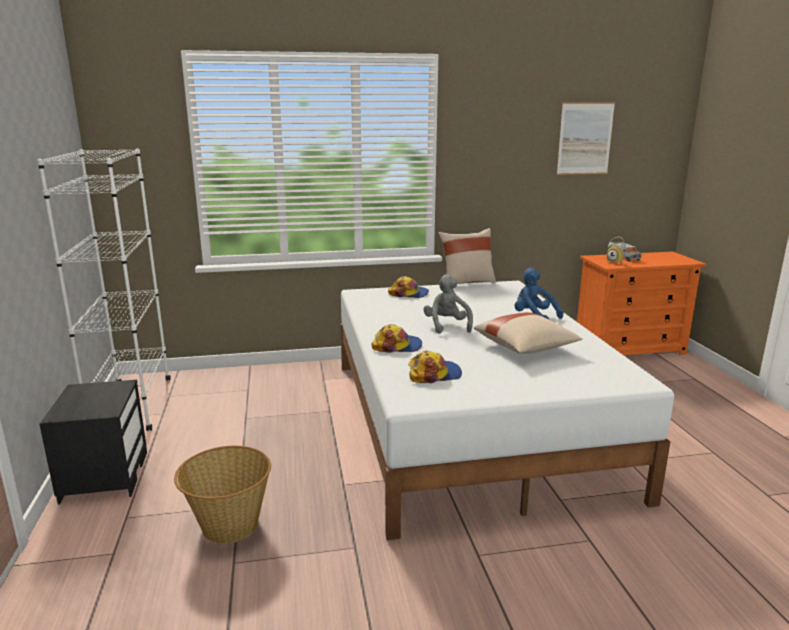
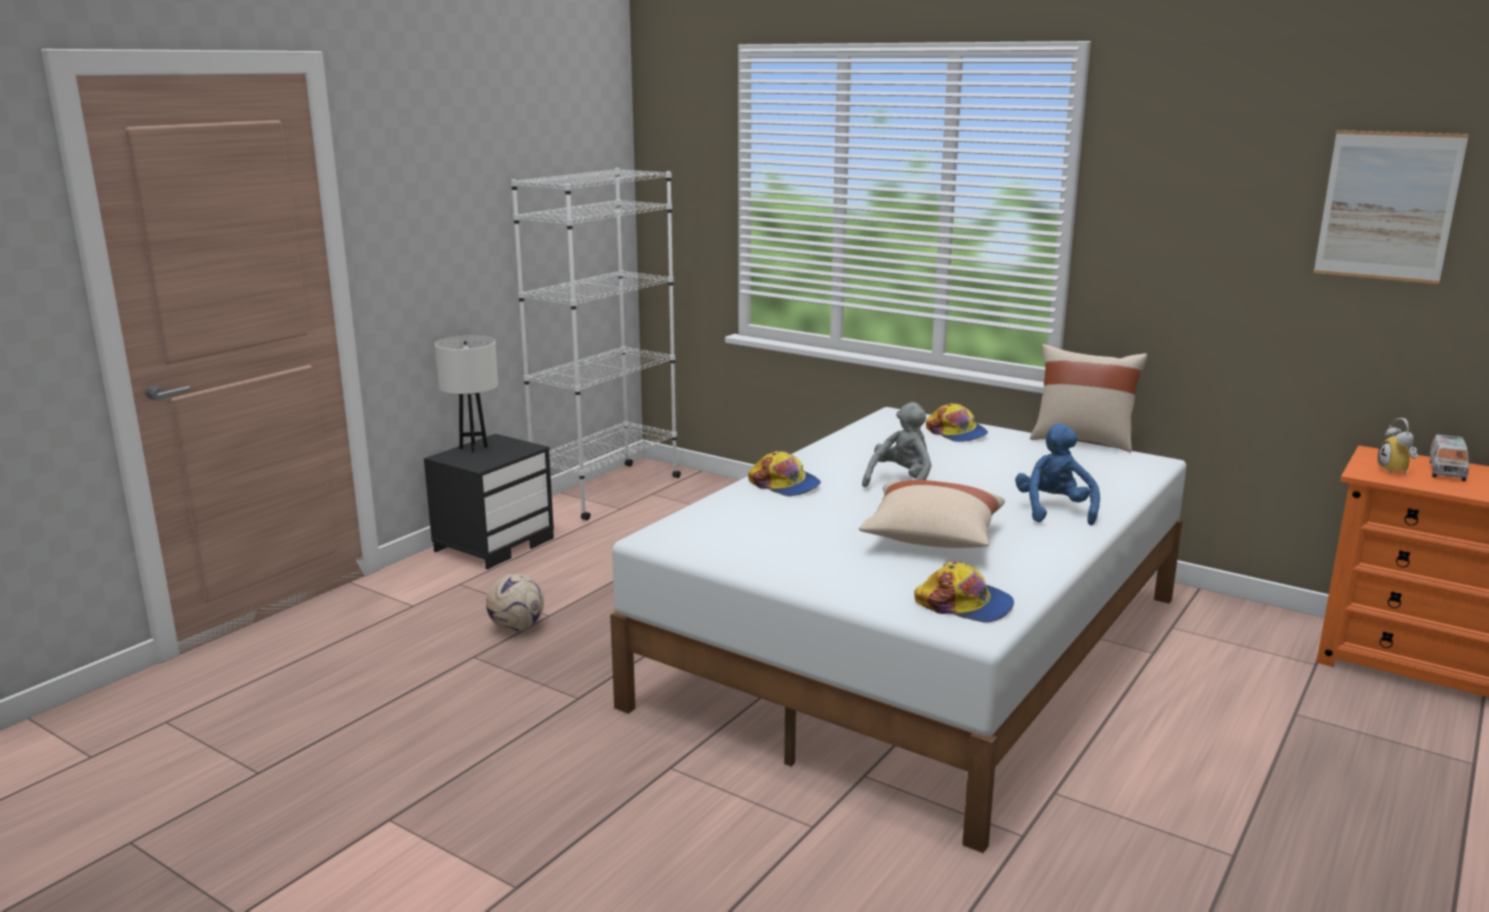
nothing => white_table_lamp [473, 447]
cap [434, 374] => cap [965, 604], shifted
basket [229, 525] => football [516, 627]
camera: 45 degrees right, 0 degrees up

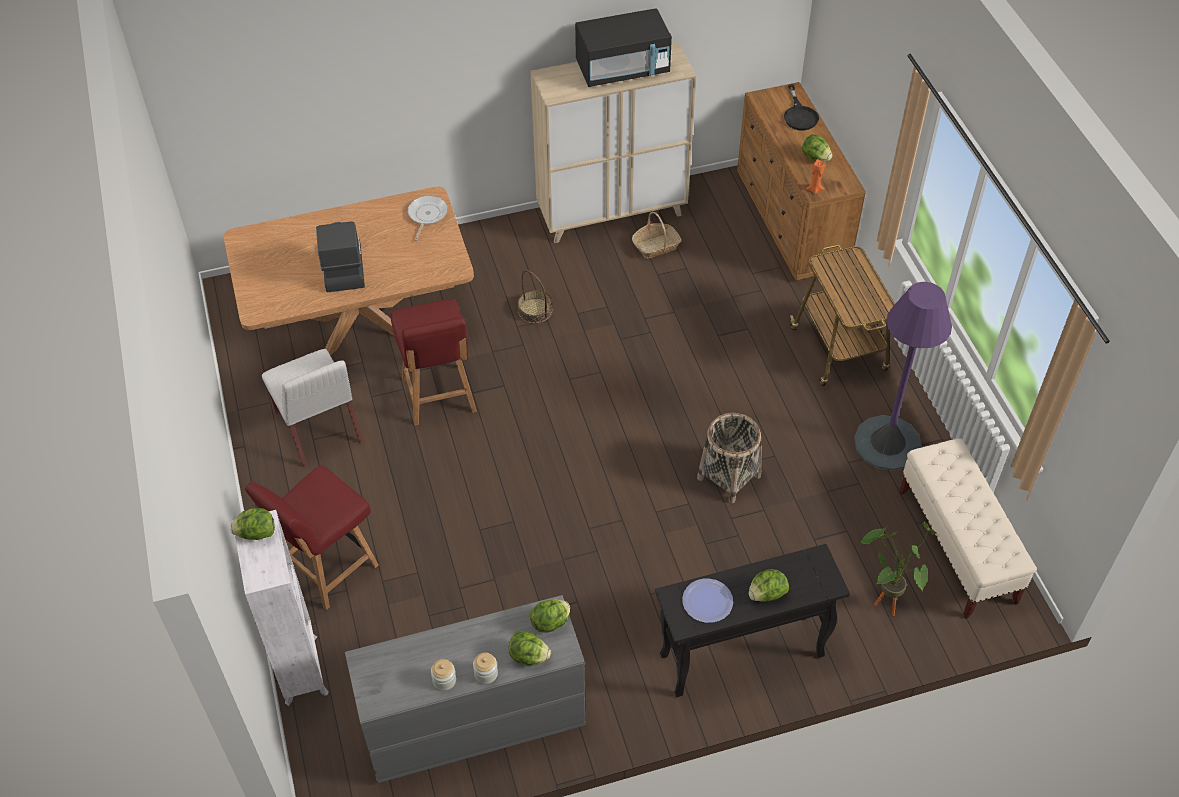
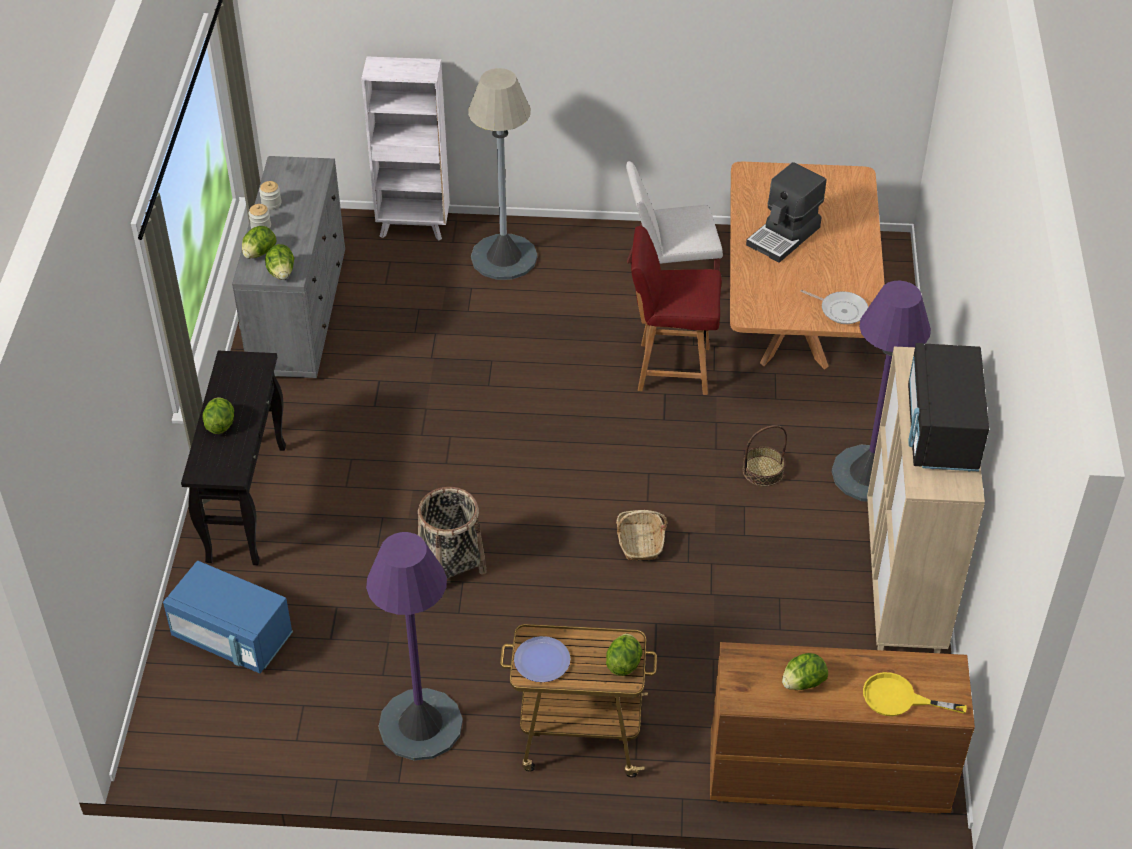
orange_candle [814, 189] => nothing
beige_bench [957, 547] => nothing
nothing => purple_floor_lamp [869, 474]
lettuce [256, 533] => lettuce [624, 663], shifted
basket [656, 246] => basket [640, 542], shifted
plate [707, 601] => plate [542, 660], shifted
red_chair [327, 569] => grey_floor_lamp [504, 257]
potted_plant [885, 600] => blue_microwave [233, 637]
black_frying_pan [799, 115] => yellow_frying_pan [898, 699]
coffee_machine [342, 267] => coffee_machine [784, 236], 120 degrees clockwise
camera: 110 degrees right, 5 degrees down

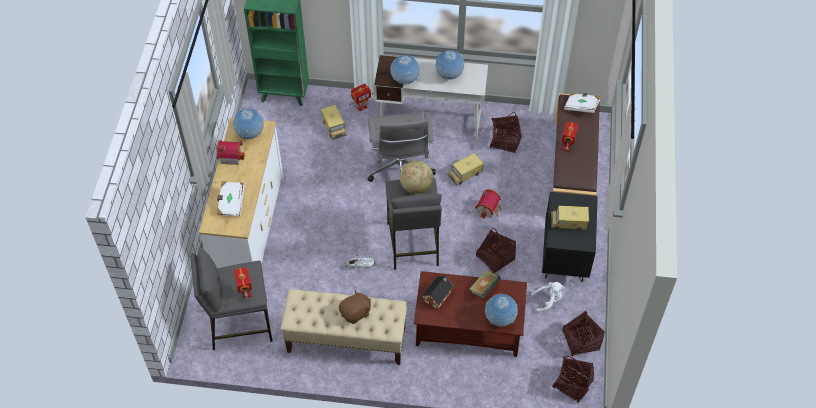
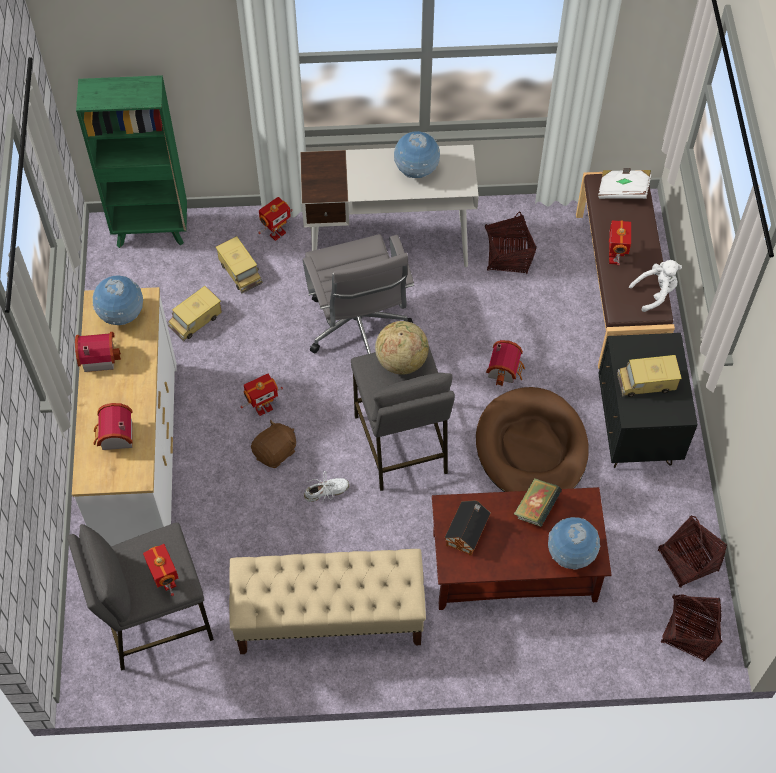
globe [405, 80] => nothing
nothing => toy_robot [263, 408]
brown_plush_toy [355, 313] => brown_plush_toy [275, 452], shifted
toy_truck [465, 174] => toy_truck [195, 320], shifted
white_plush_toy [548, 301] => white_plush_toy [655, 292], shifted
white_book [231, 203] => toy_house [114, 437]
basket [495, 258] => brown_dog_bed [531, 448]
camera: 10 degrees left, 5 degrees up

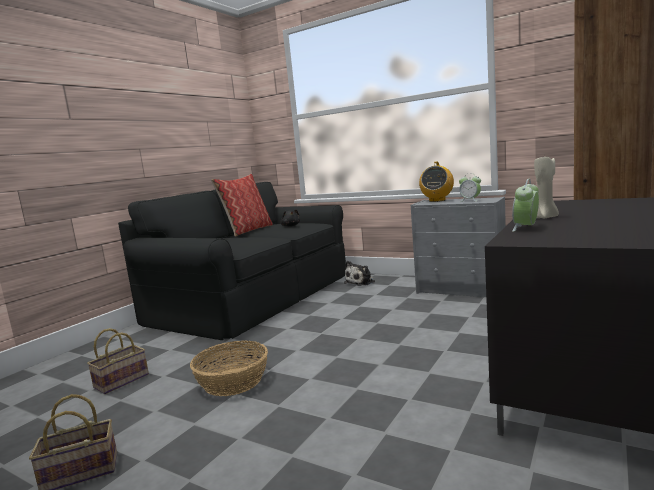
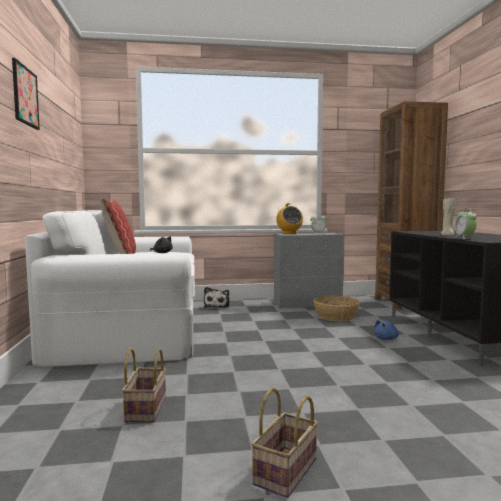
nothing => picture [25, 96]
nothing => blue_plush_toy [386, 339]
basket [233, 381] => basket [335, 316], shifted
black_sofa [255, 297] => white_sofa [133, 326]
camera: 40 degrees left, 5 degrees down

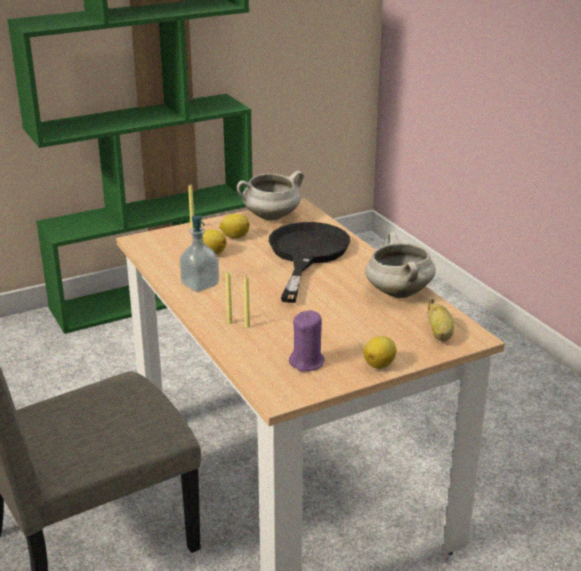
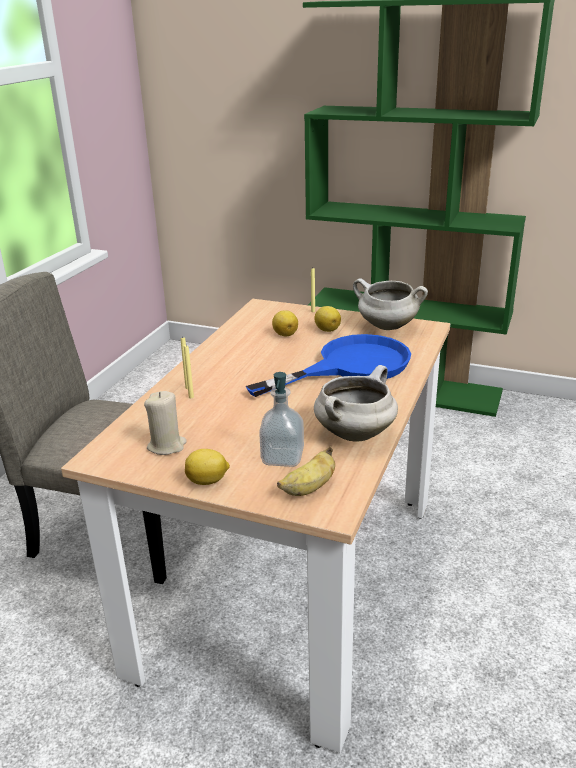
soap_dispenser [200, 284] => soap_dispenser [282, 457], shifted
black_frying_pan [306, 254] => blue_frying_pan [350, 366]
purple_candle [307, 362] => beige_candle [167, 446]
camera: 50 degrees right, 0 degrees up

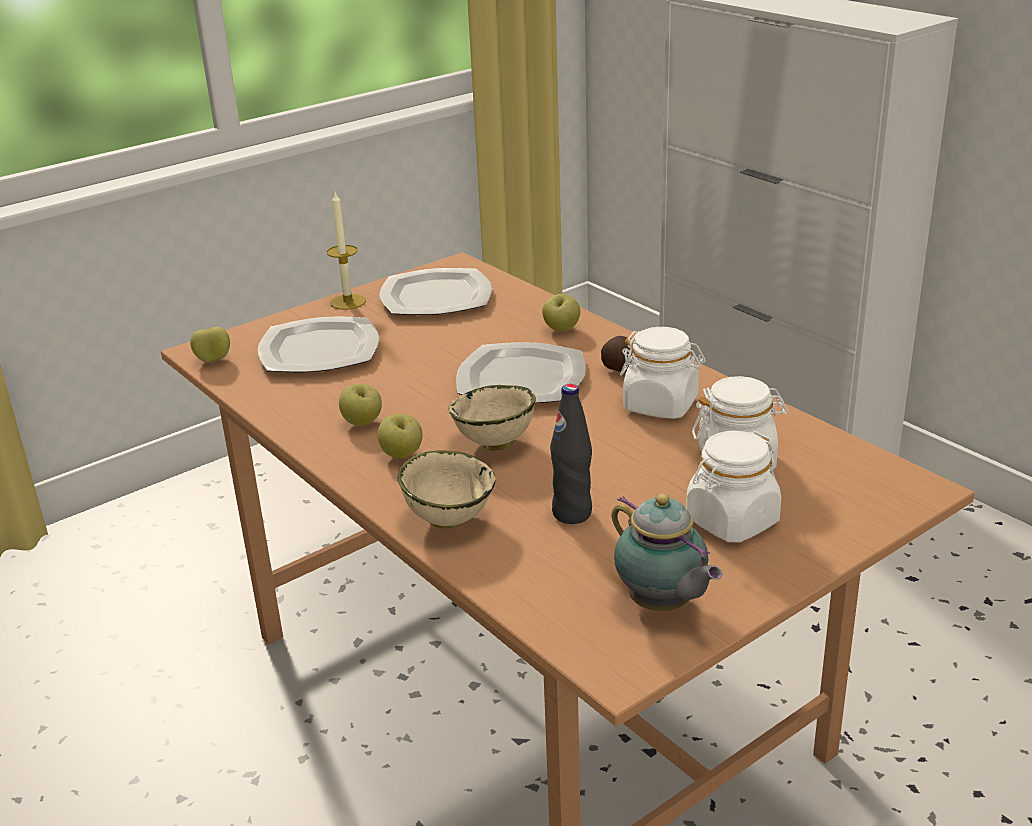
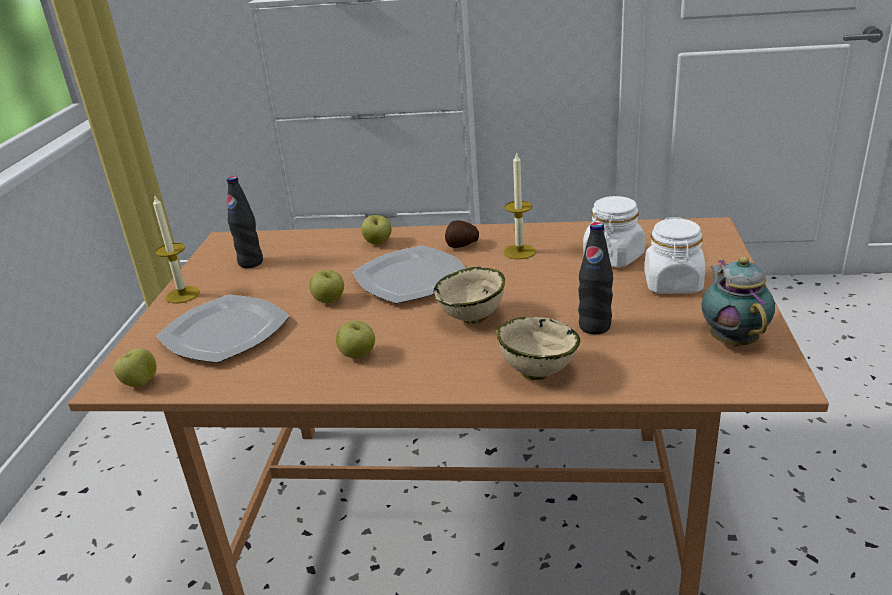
apple [402, 455] => apple [329, 301], shifted
plate [437, 297] => black_bottle [251, 263]
white_jar [661, 405] => candle [519, 252]
teapot [662, 605] => teapot [732, 339], 105 degrees counterclockwise
camera: 45 degrees left, 0 degrees up

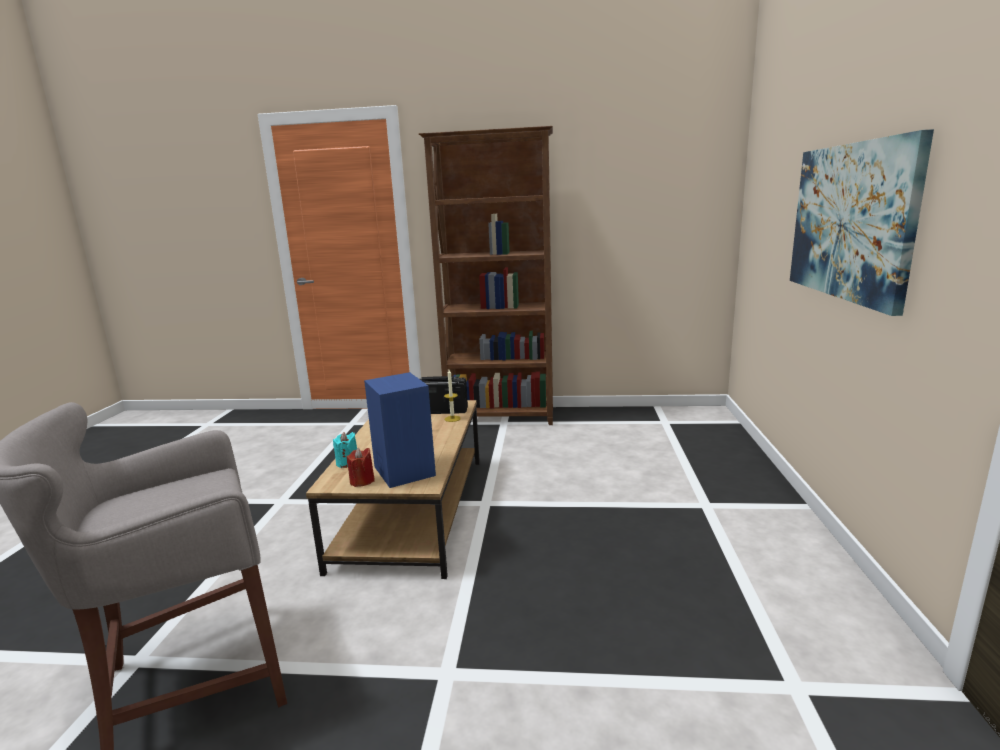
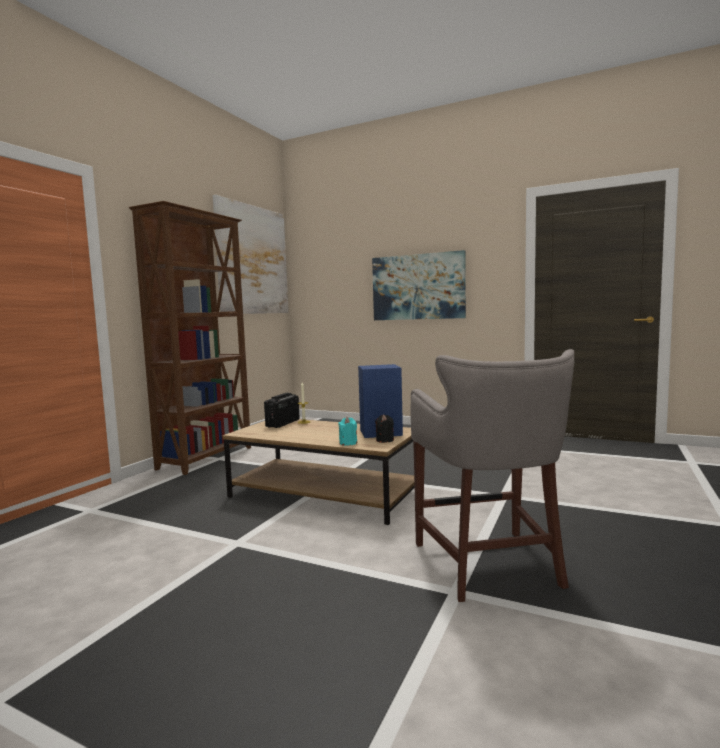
nothing => picture [253, 260]
red_candle [362, 481] => black_candle [385, 440]
camera: 70 degrees left, 10 degrees down

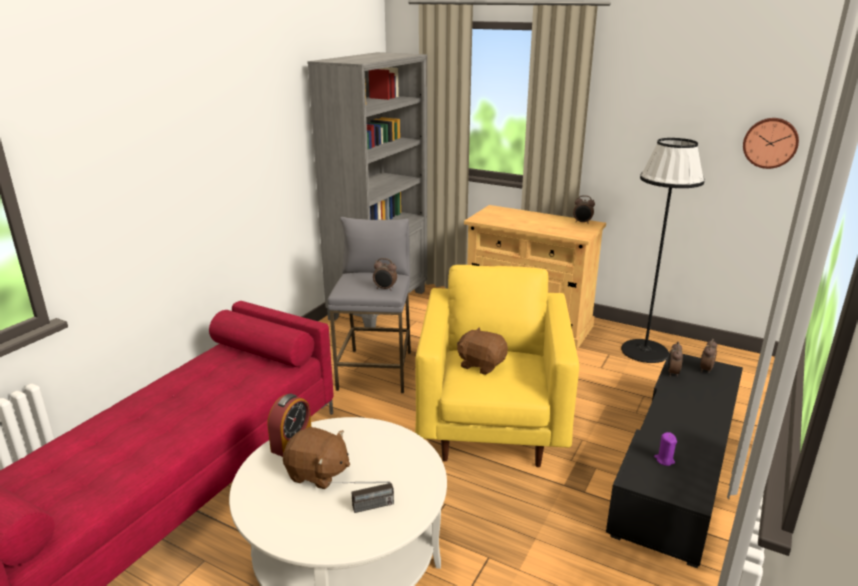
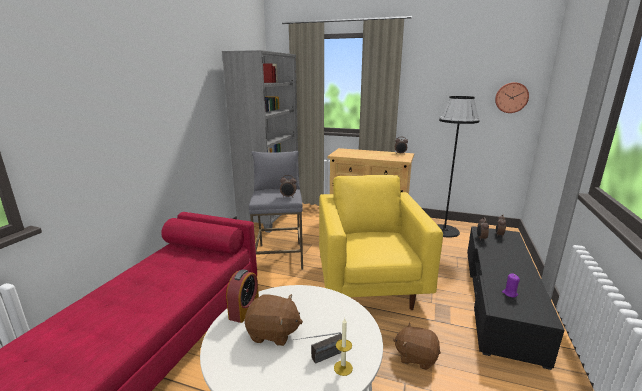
nothing => candle [343, 368]
brown_plush_toy [481, 364] => brown_plush_toy [416, 357], shifted
camera: 10 degrees left, 5 degrees down

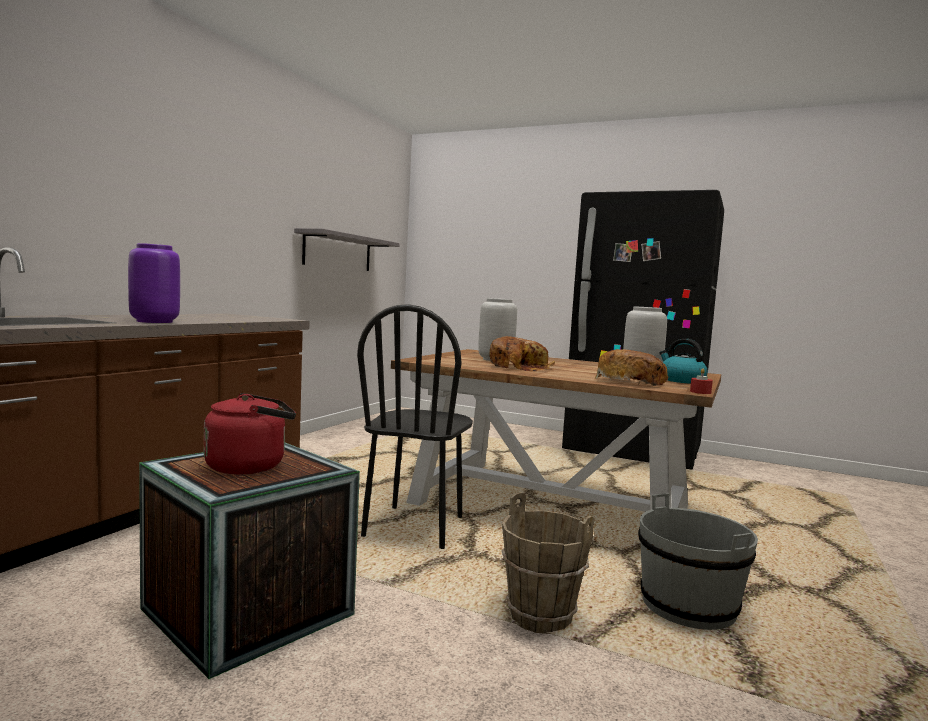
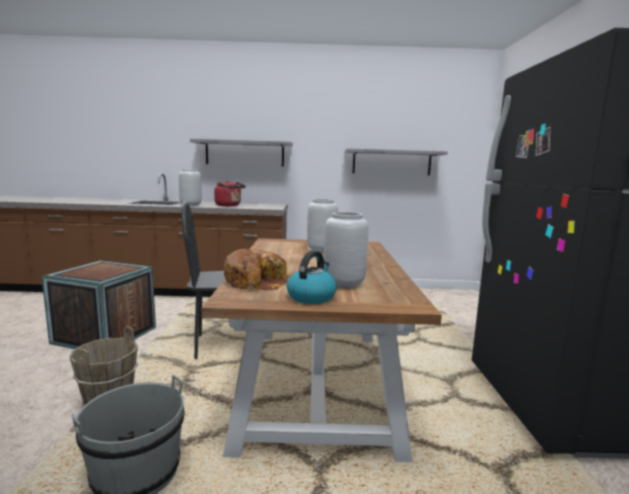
bread [519, 367] => nothing
red_candle [700, 392] => nothing
nothing => grey_shelf [245, 153]
red_kettle [250, 466] => red_kettle [229, 205], shifted
purple_vase [153, 321] => grey_vase [190, 205]
camera: 65 degrees right, 5 degrees up

